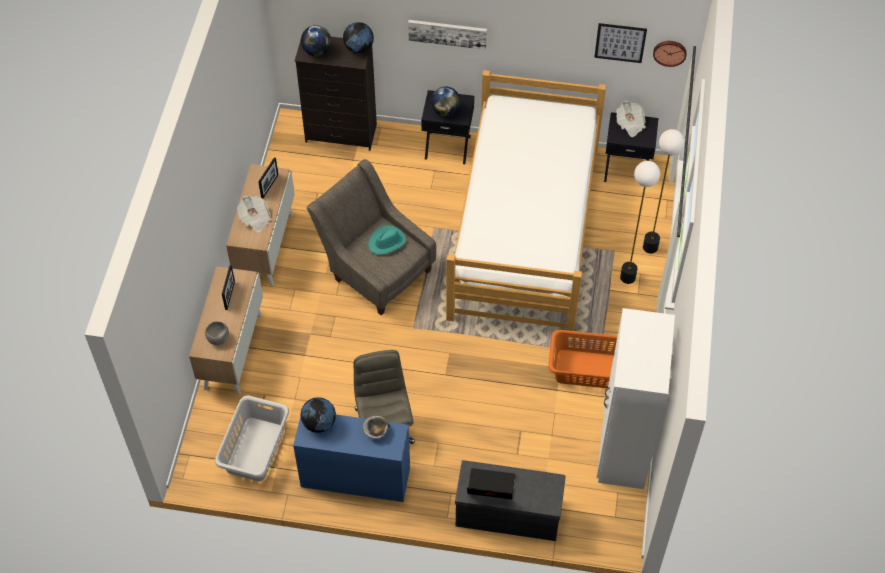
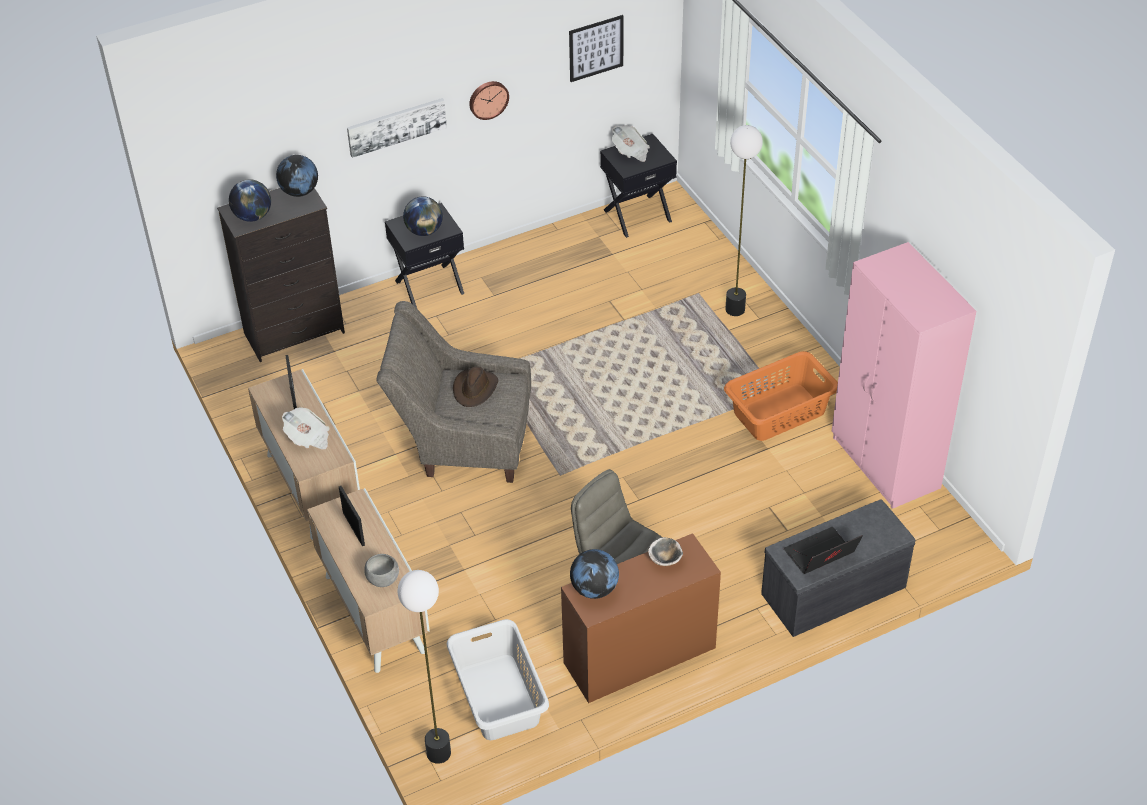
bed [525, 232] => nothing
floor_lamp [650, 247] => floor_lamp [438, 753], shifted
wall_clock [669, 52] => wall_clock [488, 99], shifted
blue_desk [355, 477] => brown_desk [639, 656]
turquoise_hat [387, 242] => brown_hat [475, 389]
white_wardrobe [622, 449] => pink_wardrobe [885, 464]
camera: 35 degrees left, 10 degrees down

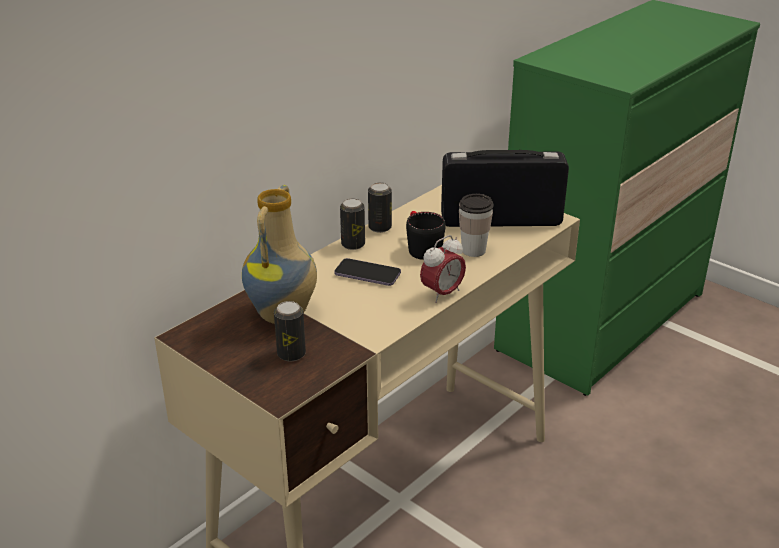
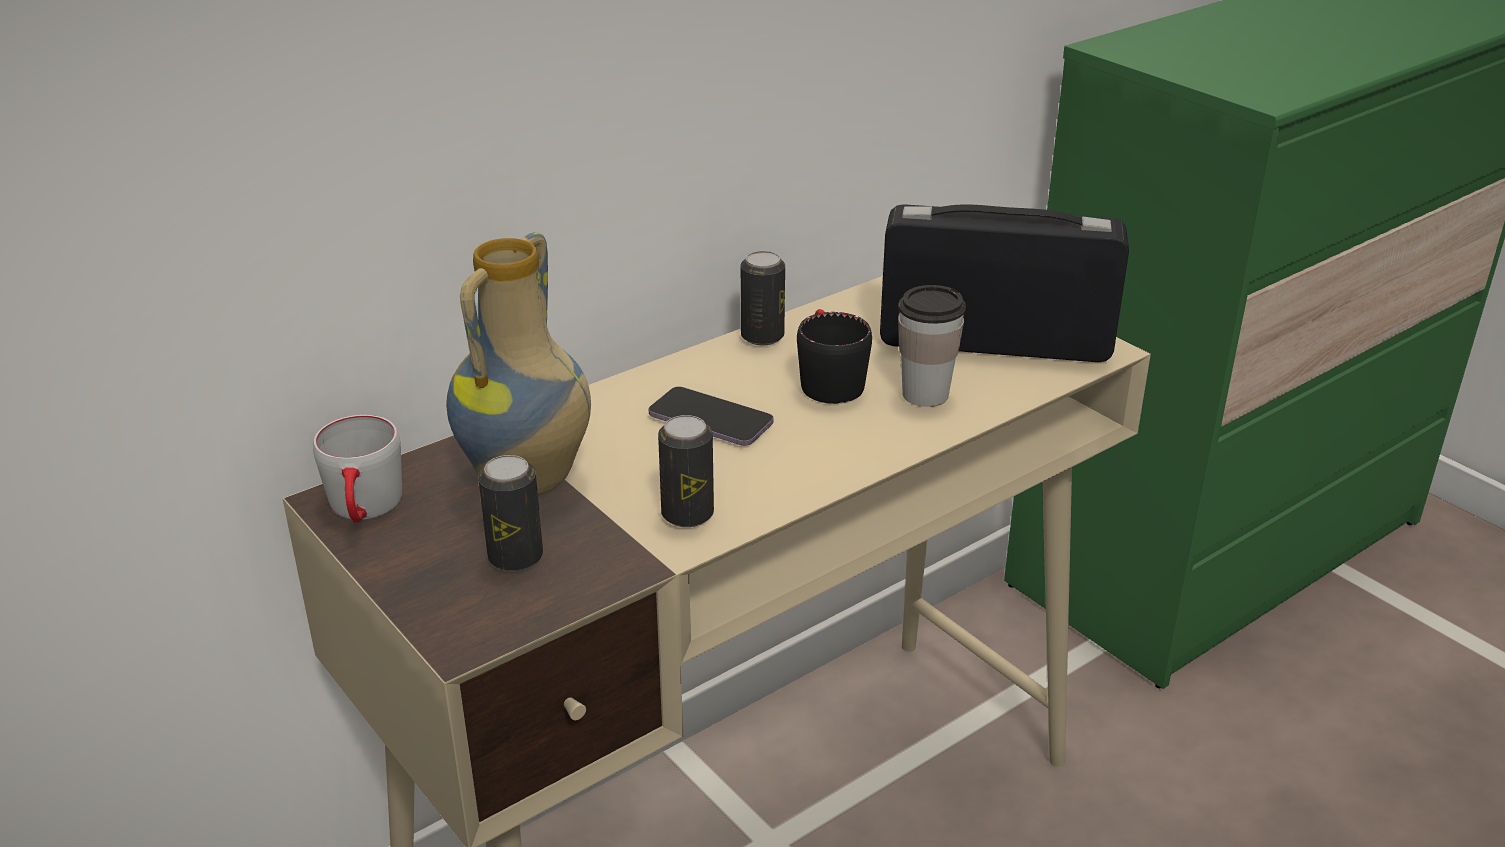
alarm_clock [442, 294] => nothing
nothing => grey_mug [365, 510]
can [353, 244] => can [687, 514], shifted
camera: 10 degrees right, 0 degrees up

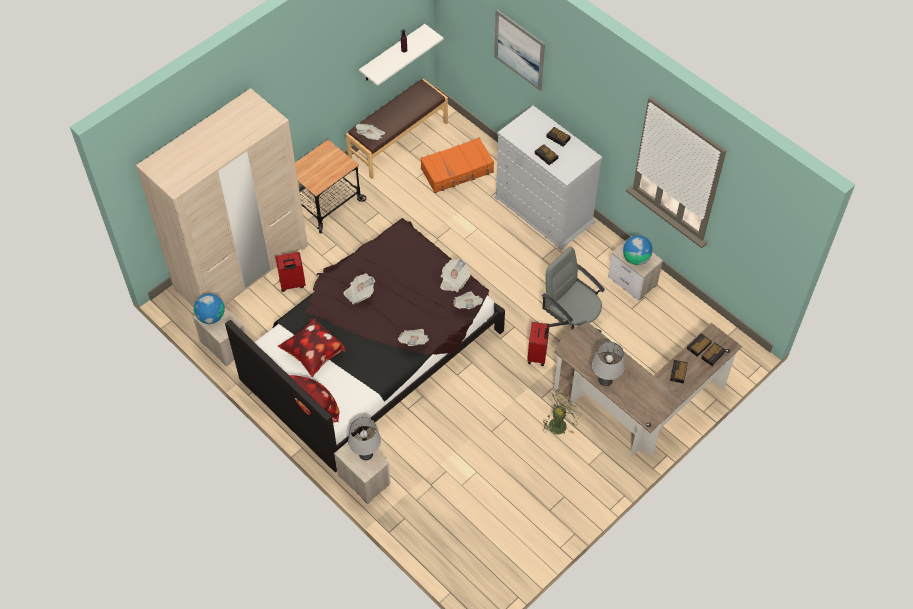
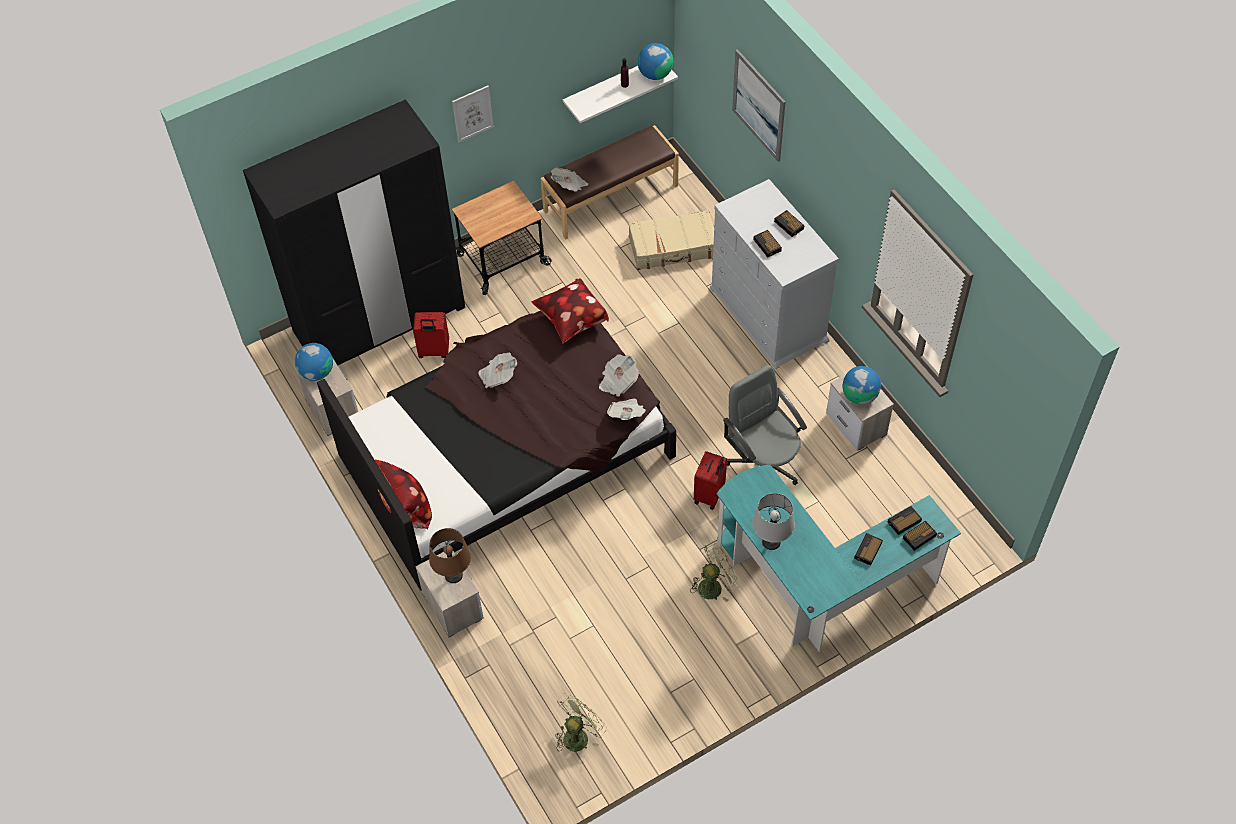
newspaper [414, 341] => nothing
nothing => picture [472, 113]
nothing => green_fan [578, 734]
nothing => globe [655, 74]
pillow [313, 356] => pillow [571, 321], shifted
beige_wardrobe [241, 267] => black_wardrobe [379, 319]
grey_table_lamp [365, 453] => brown_table_lamp [453, 575]
orange_suitcase [457, 171] => beige_suitcase [673, 247]
brown_desk [637, 406] => turquoise_desk [818, 583]
camera: 15 degrees right, 0 degrees up

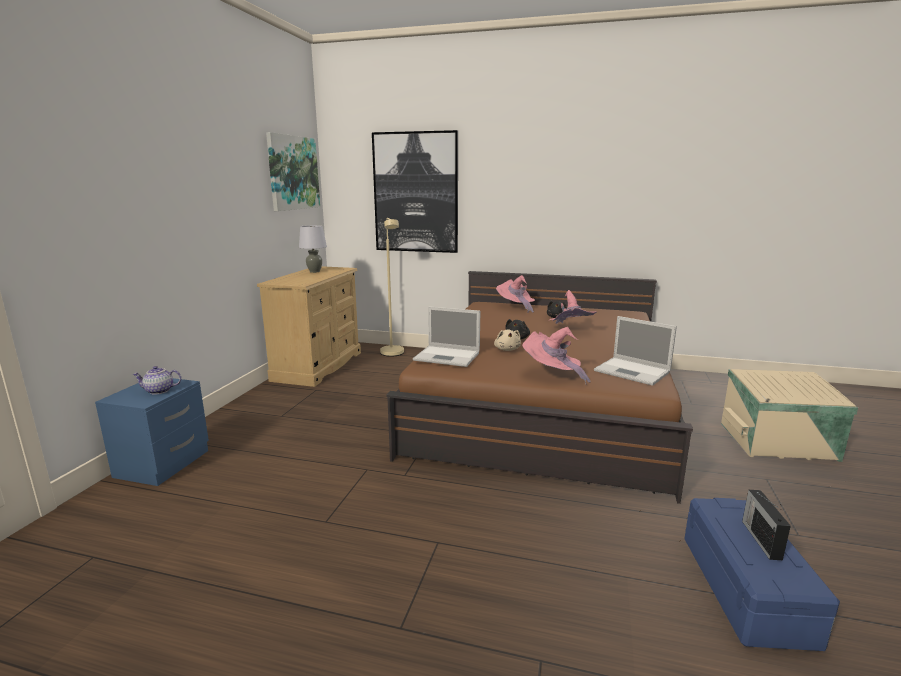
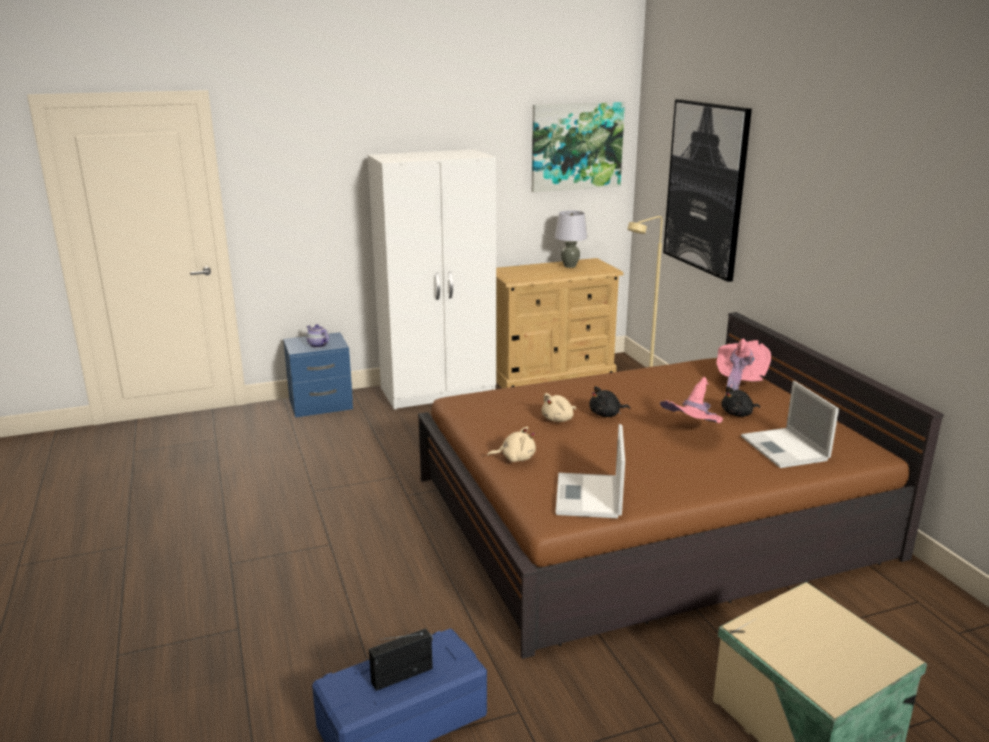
nothing => white_wardrobe [439, 391]
laptop [448, 356] => laptop [785, 449], shifted
pink_hat [552, 374] => beige_plush_toy [515, 458]
camera: 55 degrees right, 5 degrees up

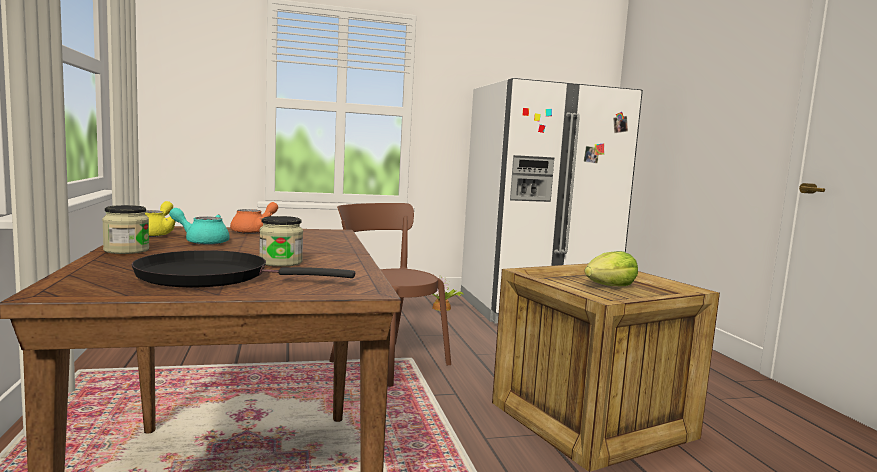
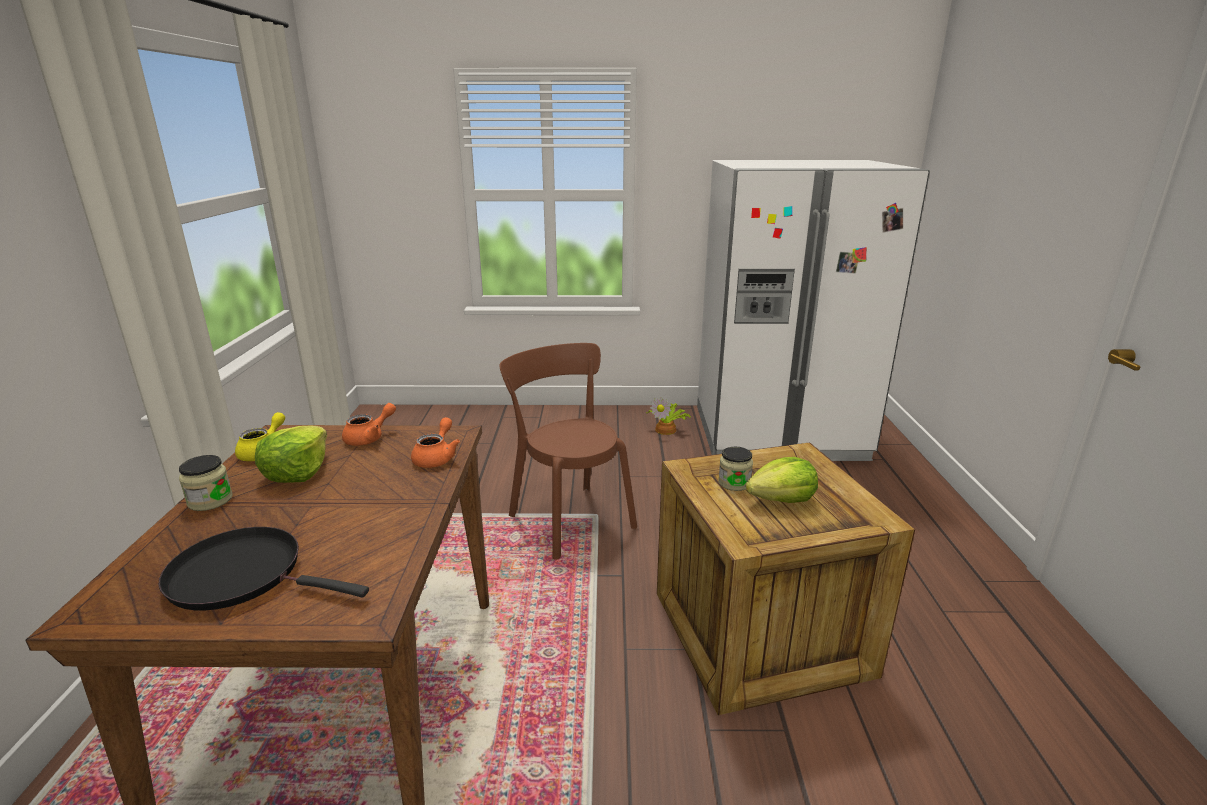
nothing => orange_teapot [437, 458]
jar [280, 262] => jar [734, 483], shifted
turquoise_teapot [202, 241] => lettuce [297, 472]
camera: 15 degrees right, 15 degrees up

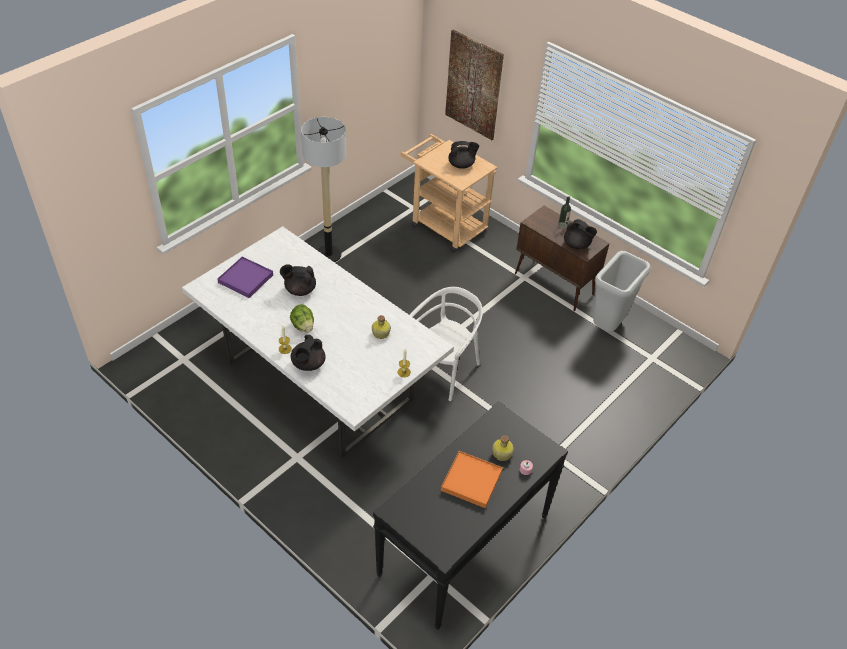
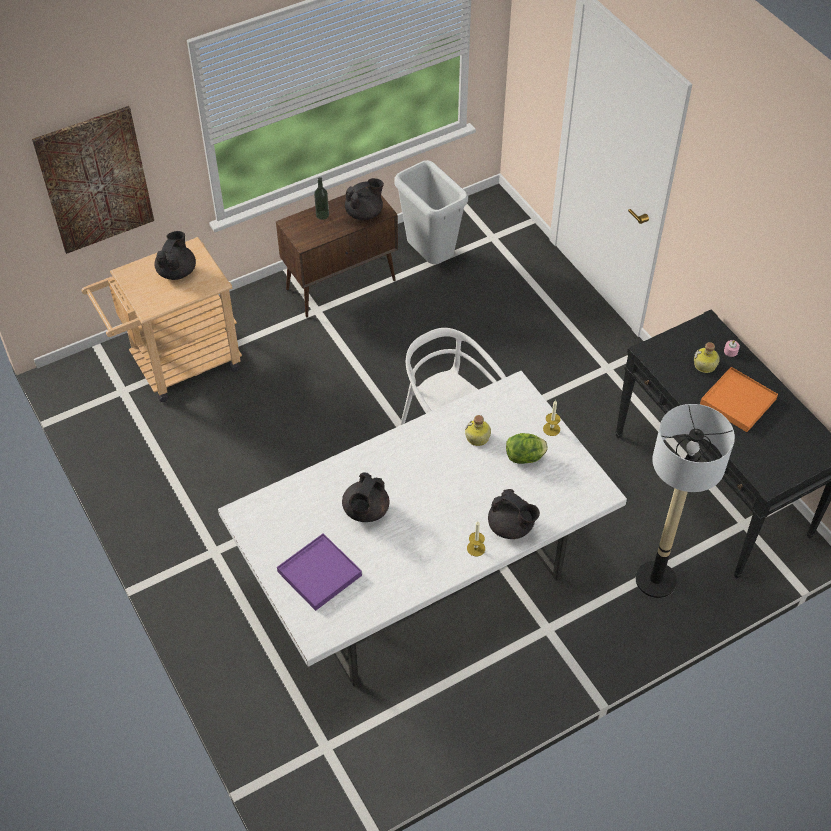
lettuce [303, 326] => lettuce [525, 457], shifted
floor_lamp [329, 254] => floor_lamp [655, 580], shifted
camera: 70 degrees left, 5 degrees up

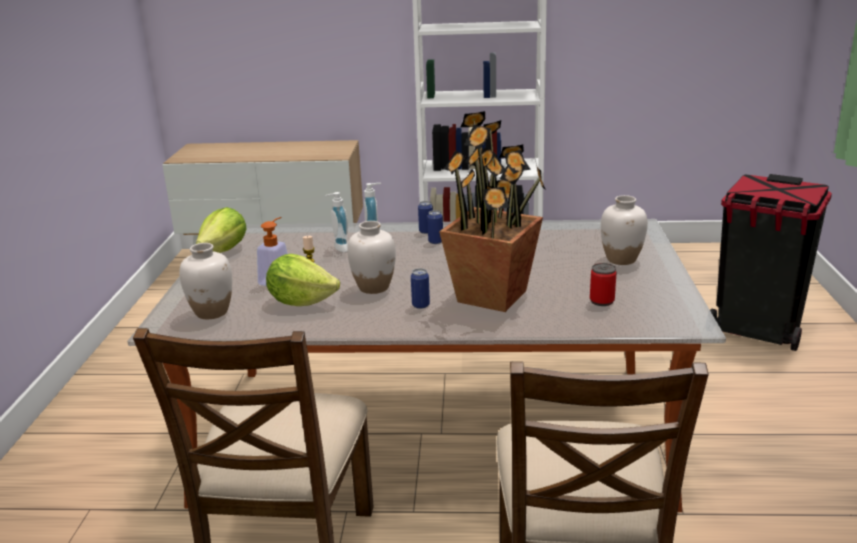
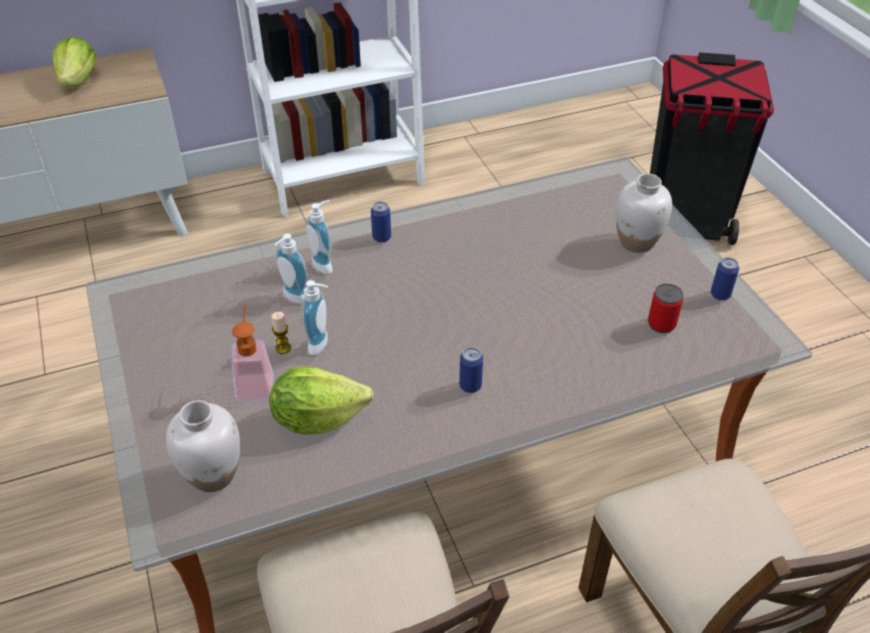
white_vase [373, 287] => nothing
potted_plant [493, 296] => nothing
nothing => soap_dispenser [322, 345]
lettuce [224, 250] => lettuce [79, 81], shifted
can [435, 242] => can [720, 294], shifted
camera: 25 degrees left, 20 degrees up

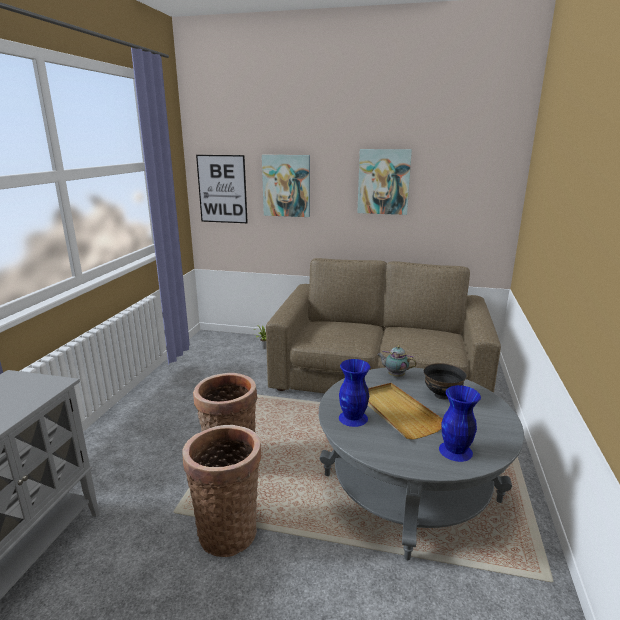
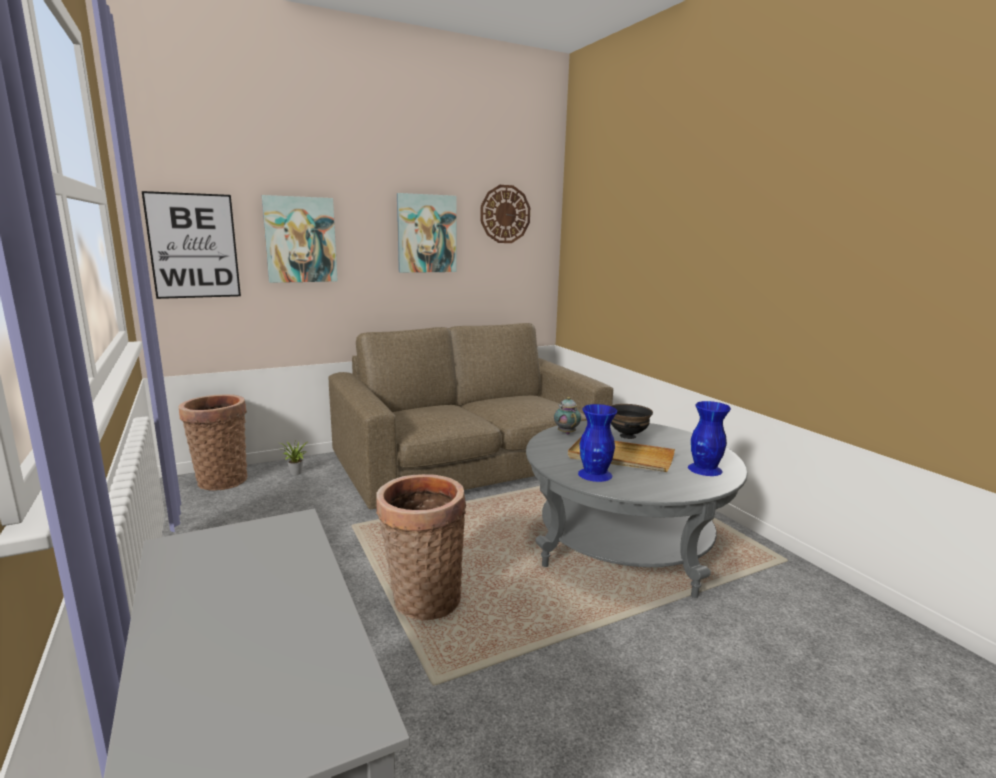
nothing => wall_clock [505, 214]
basket [228, 529] => basket [221, 479], shifted
teapot [394, 375] => teapot [566, 432], 90 degrees clockwise
camera: 40 degrees left, 5 degrees down

